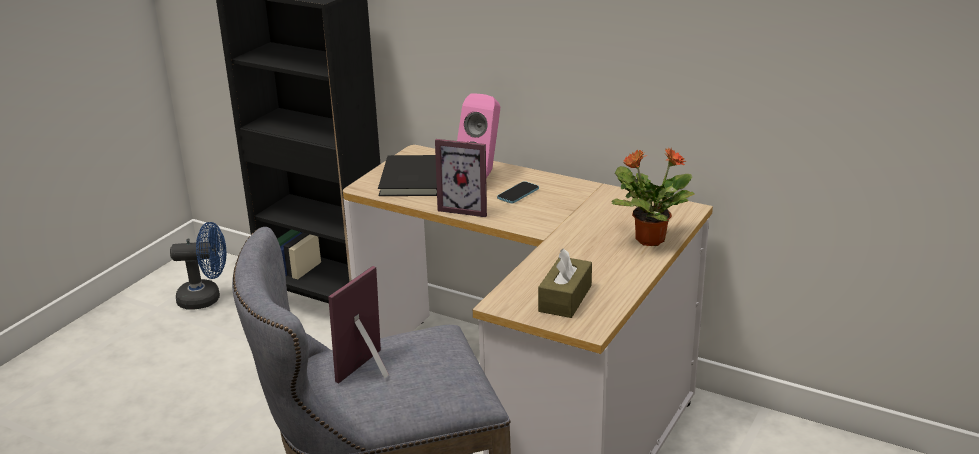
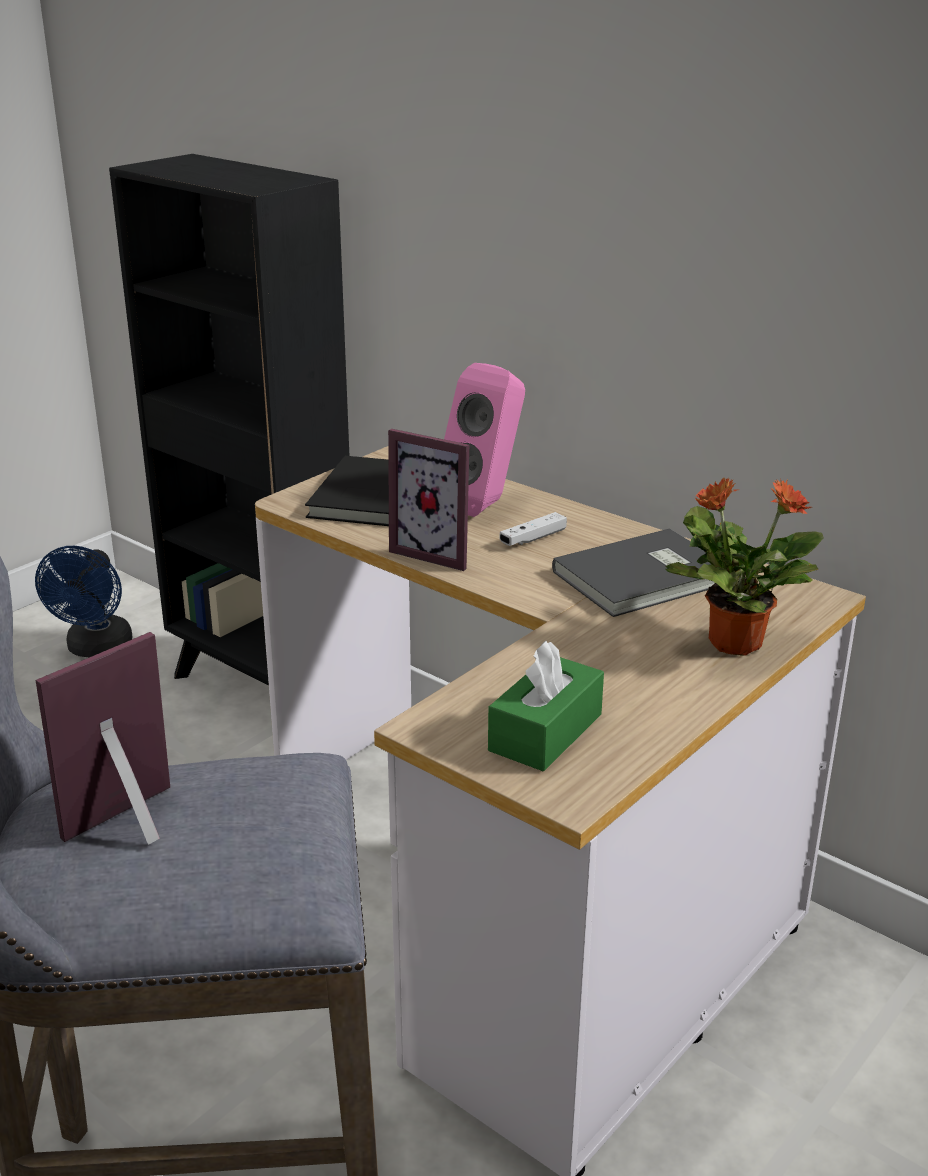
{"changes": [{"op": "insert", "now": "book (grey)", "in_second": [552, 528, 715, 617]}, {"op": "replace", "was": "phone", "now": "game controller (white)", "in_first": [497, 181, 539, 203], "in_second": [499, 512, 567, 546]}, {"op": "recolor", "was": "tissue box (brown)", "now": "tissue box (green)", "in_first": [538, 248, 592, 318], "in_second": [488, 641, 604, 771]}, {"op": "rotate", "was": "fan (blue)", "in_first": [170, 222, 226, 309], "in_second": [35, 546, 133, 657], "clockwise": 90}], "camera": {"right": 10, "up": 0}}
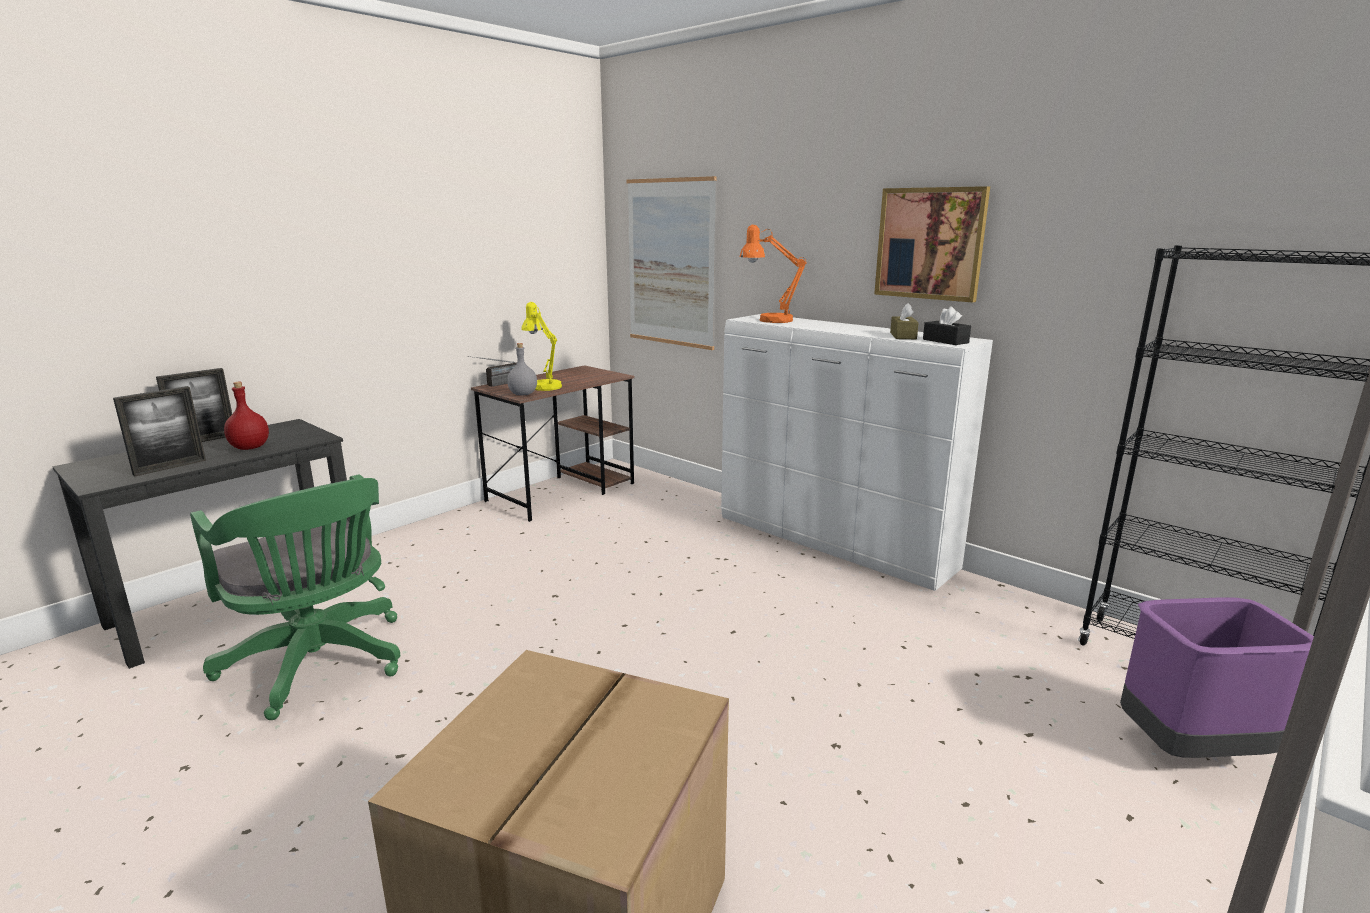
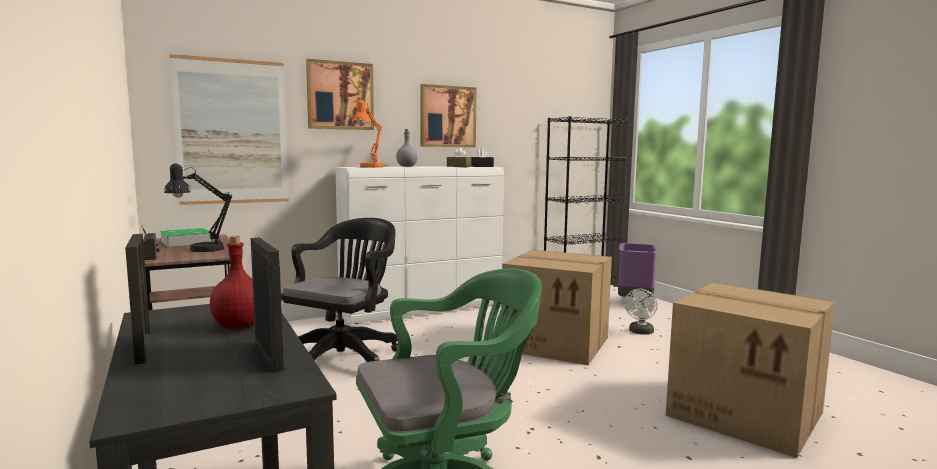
{"changes": [{"op": "insert", "now": "book", "in_second": [160, 228, 213, 247]}, {"op": "insert", "now": "office chair (black)", "in_second": [281, 218, 398, 362]}, {"op": "insert", "now": "picture", "in_second": [306, 59, 374, 130]}, {"op": "insert", "now": "cardboard box", "in_second": [501, 250, 612, 365]}, {"op": "insert", "now": "fan (white)", "in_second": [624, 289, 657, 335]}, {"op": "move", "was": "bottle (grey)", "in_first": [507, 343, 537, 396], "in_second": [396, 129, 418, 167]}, {"op": "recolor", "was": "table lamp (yellow)", "now": "table lamp (black)", "in_first": [521, 302, 562, 391], "in_second": [164, 163, 232, 252]}], "camera": {"right": -70, "up": -10}}
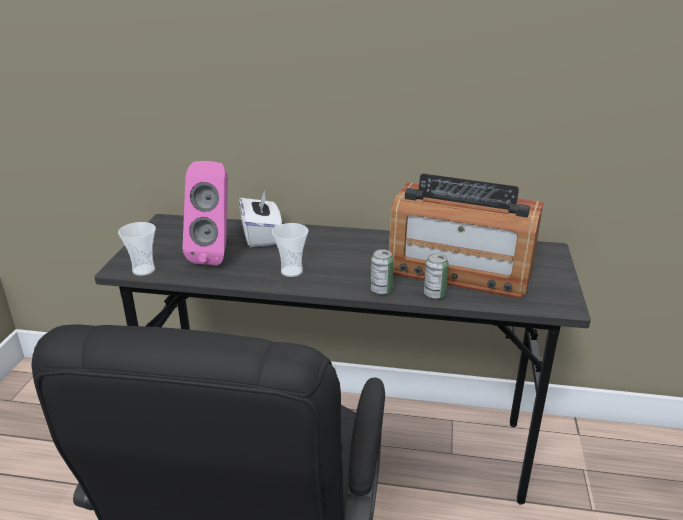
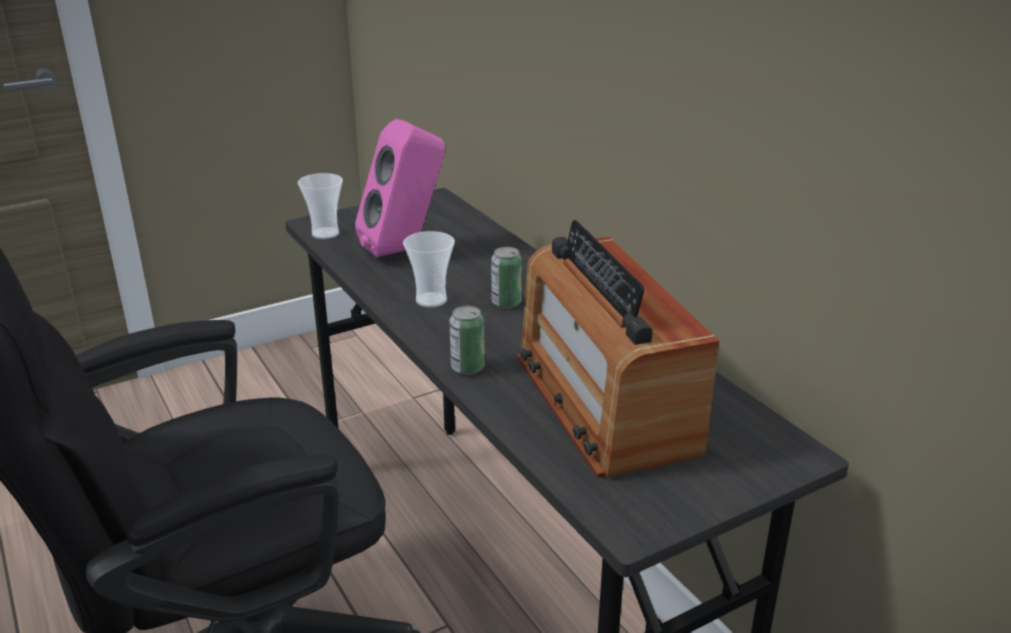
{"changes": [{"op": "delete", "was": "tissue box (white)", "in_first": [239, 189, 282, 247]}, {"op": "move", "was": "can", "in_first": [424, 253, 449, 299], "in_second": [491, 247, 522, 309]}], "camera": {"right": 50, "up": 0}}
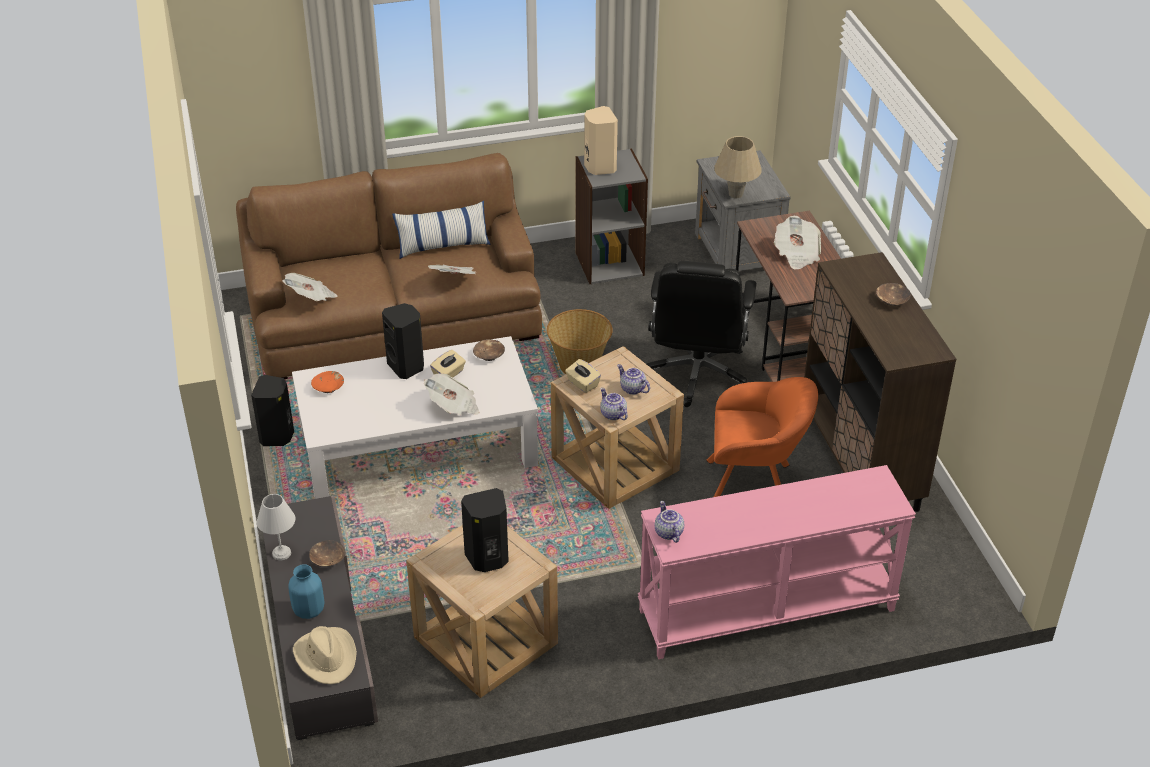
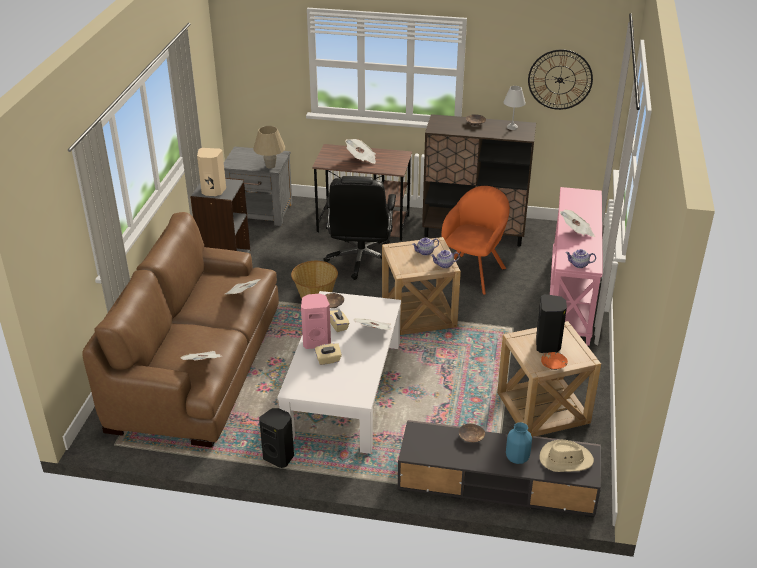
{"changes": [{"op": "delete", "was": "pillow", "in_first": [392, 201, 490, 259]}, {"op": "insert", "now": "wall clock", "in_second": [528, 49, 593, 110]}, {"op": "insert", "now": "newspaper", "in_second": [560, 210, 595, 237]}, {"op": "move", "was": "table lamp (white)", "in_first": [257, 494, 295, 560], "in_second": [503, 86, 526, 130]}, {"op": "move", "was": "bowl (orange)", "in_first": [311, 371, 344, 393], "in_second": [541, 352, 568, 370]}, {"op": "move", "was": "tissue box (beige)", "in_first": [565, 359, 601, 393], "in_second": [314, 343, 342, 365]}, {"op": "recolor", "was": "speaker (black)", "now": "speaker (pink)", "in_first": [382, 303, 424, 379], "in_second": [301, 294, 331, 349]}, {"op": "rotate", "was": "office chair (black)", "in_first": [647, 261, 757, 407], "in_second": [323, 176, 396, 280], "clockwise": 60}], "camera": {"right": -65, "up": -5}}
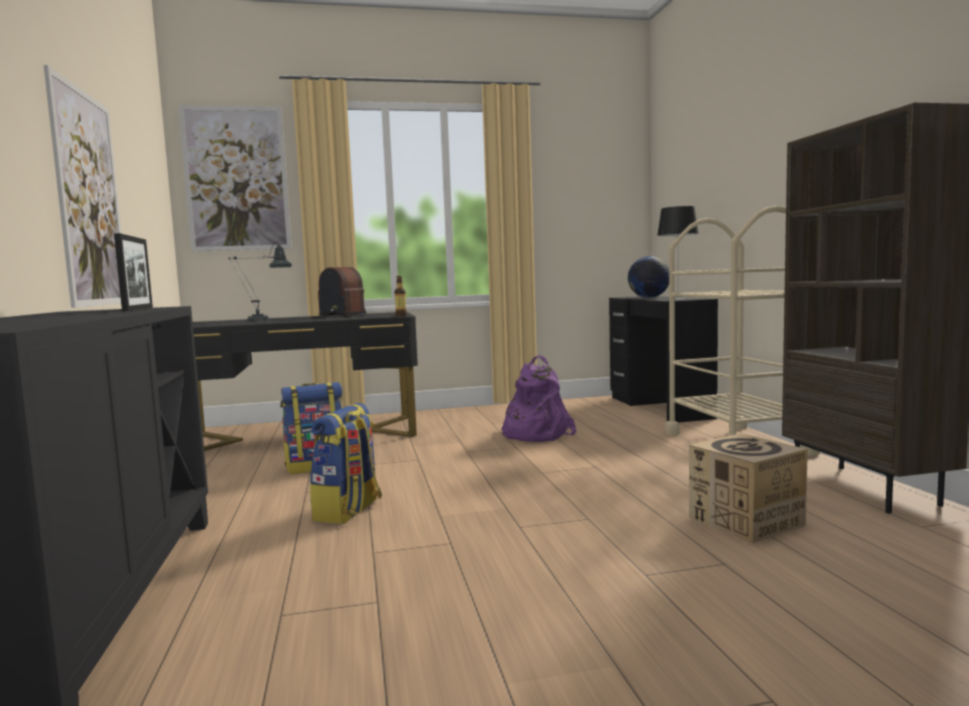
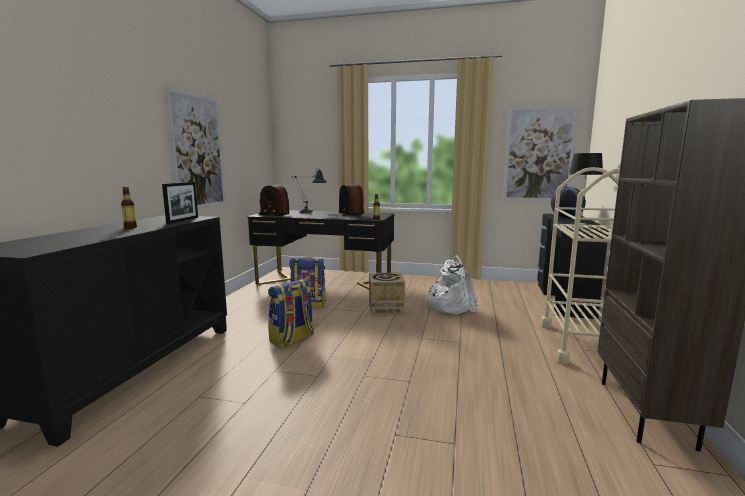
{"changes": [{"op": "insert", "now": "bottle", "in_second": [121, 187, 137, 229]}, {"op": "insert", "now": "radio", "in_second": [259, 185, 290, 216]}, {"op": "move", "was": "picture", "in_first": [178, 105, 292, 251], "in_second": [503, 105, 578, 201]}, {"op": "move", "was": "cardboard box", "in_first": [689, 433, 808, 543], "in_second": [369, 272, 405, 315]}, {"op": "recolor", "was": "backpack (purple)", "now": "backpack (white)", "in_first": [501, 355, 577, 442], "in_second": [425, 256, 478, 314]}], "camera": {"right": 25, "up": 5}}
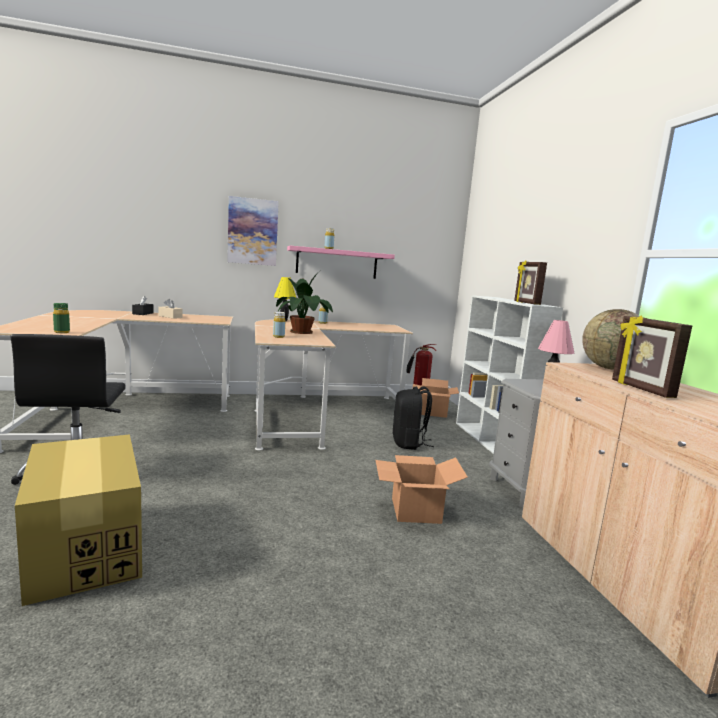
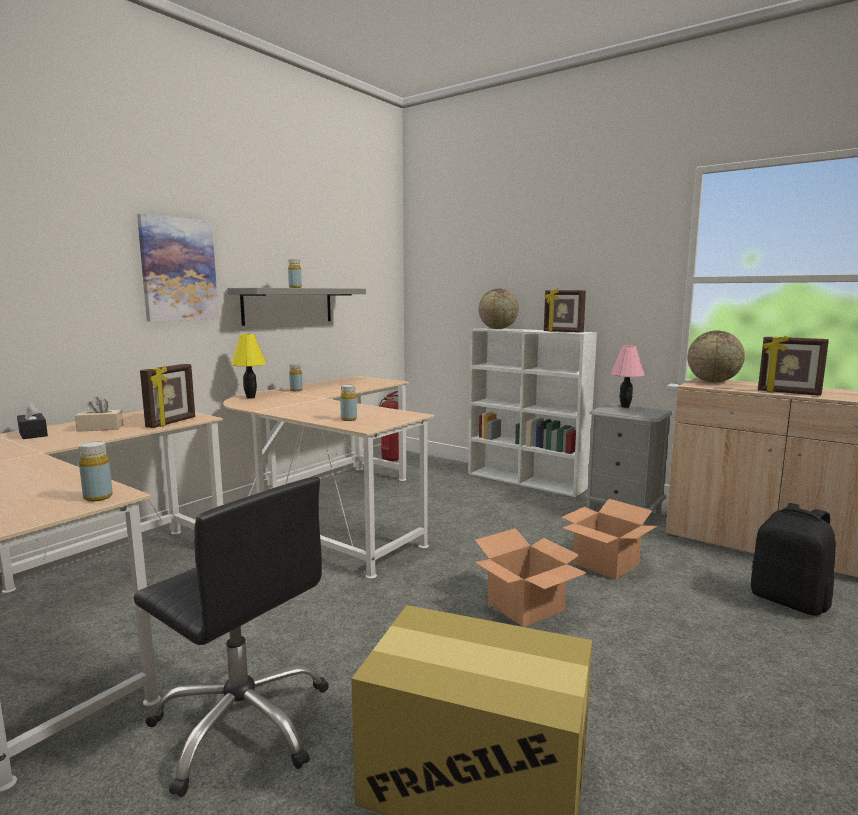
{"changes": [{"op": "delete", "was": "potted plant", "in_first": [276, 270, 333, 334]}, {"op": "insert", "now": "picture frame", "in_second": [140, 364, 195, 428]}, {"op": "insert", "now": "globe", "in_second": [478, 289, 519, 329]}, {"op": "move", "was": "backpack (black)", "in_first": [393, 387, 434, 450], "in_second": [751, 503, 836, 616]}, {"op": "move", "was": "cardboard box", "in_first": [413, 378, 459, 418], "in_second": [474, 528, 587, 627]}, {"op": "recolor", "was": "bottle (green)", "now": "bottle (yellow)", "in_first": [53, 303, 70, 333], "in_second": [79, 441, 113, 502]}, {"op": "recolor", "was": "shelf (pink)", "now": "shelf (grey)", "in_first": [287, 246, 395, 279], "in_second": [227, 288, 366, 326]}], "camera": {"right": -40, "up": 0}}
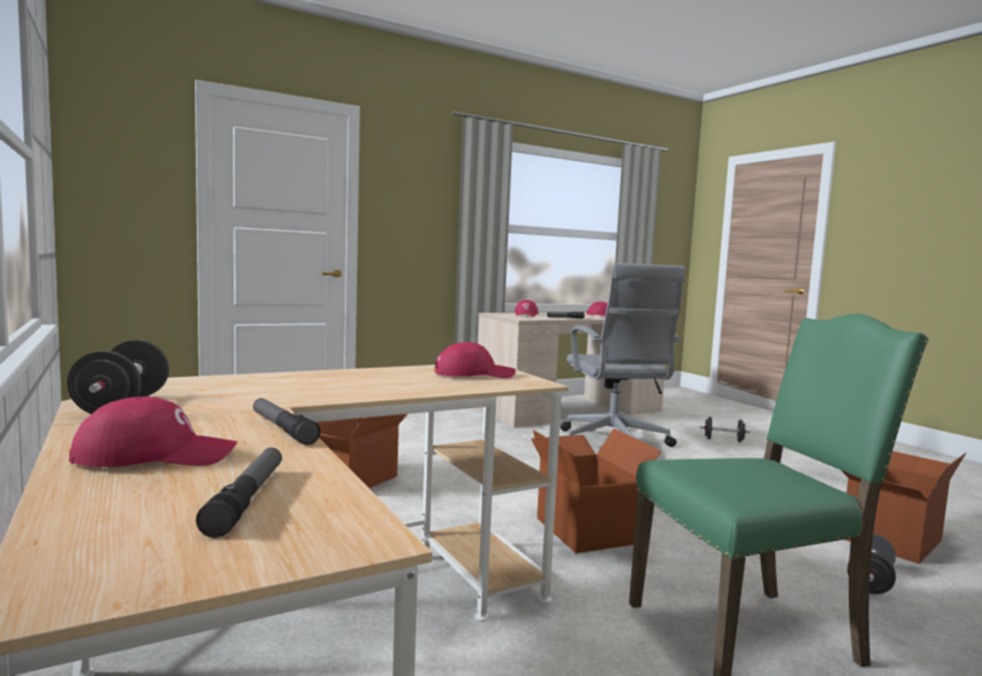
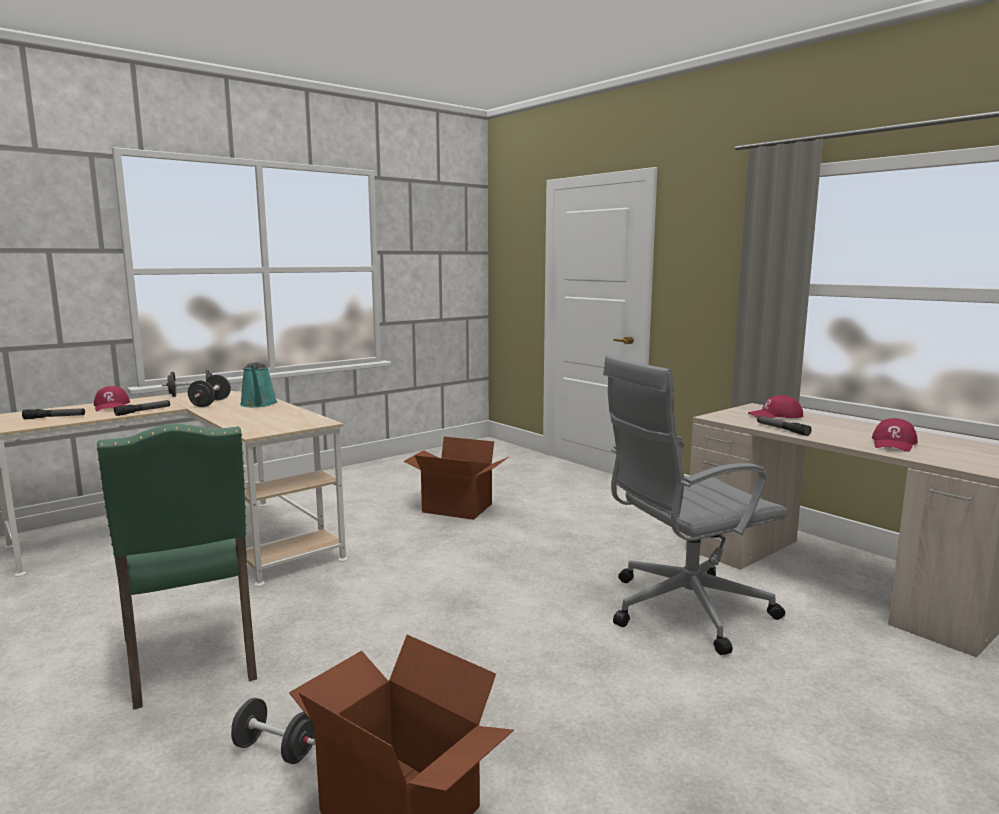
{"changes": [{"op": "delete", "was": "cap (red)", "in_first": [434, 342, 516, 378]}, {"op": "delete", "was": "cardboard box", "in_first": [531, 428, 661, 553]}, {"op": "insert", "now": "watering can (turquoise)", "in_second": [240, 362, 278, 407]}, {"op": "move", "was": "dumbbell (black)", "in_first": [700, 417, 750, 442], "in_second": [188, 375, 231, 407]}], "camera": {"right": 80, "up": 5}}
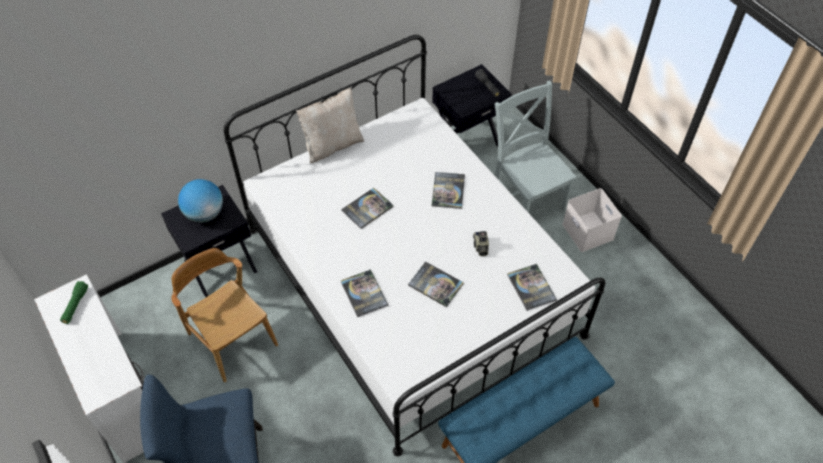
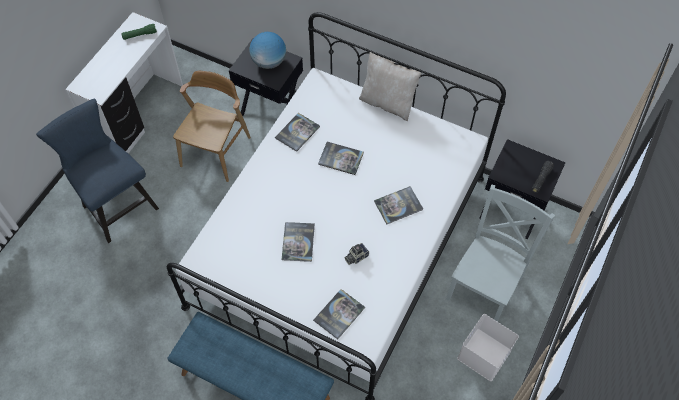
{"changes": [{"op": "move", "was": "book", "in_first": [341, 269, 388, 317], "in_second": [275, 113, 320, 152]}], "camera": {"right": 60, "up": 5}}
